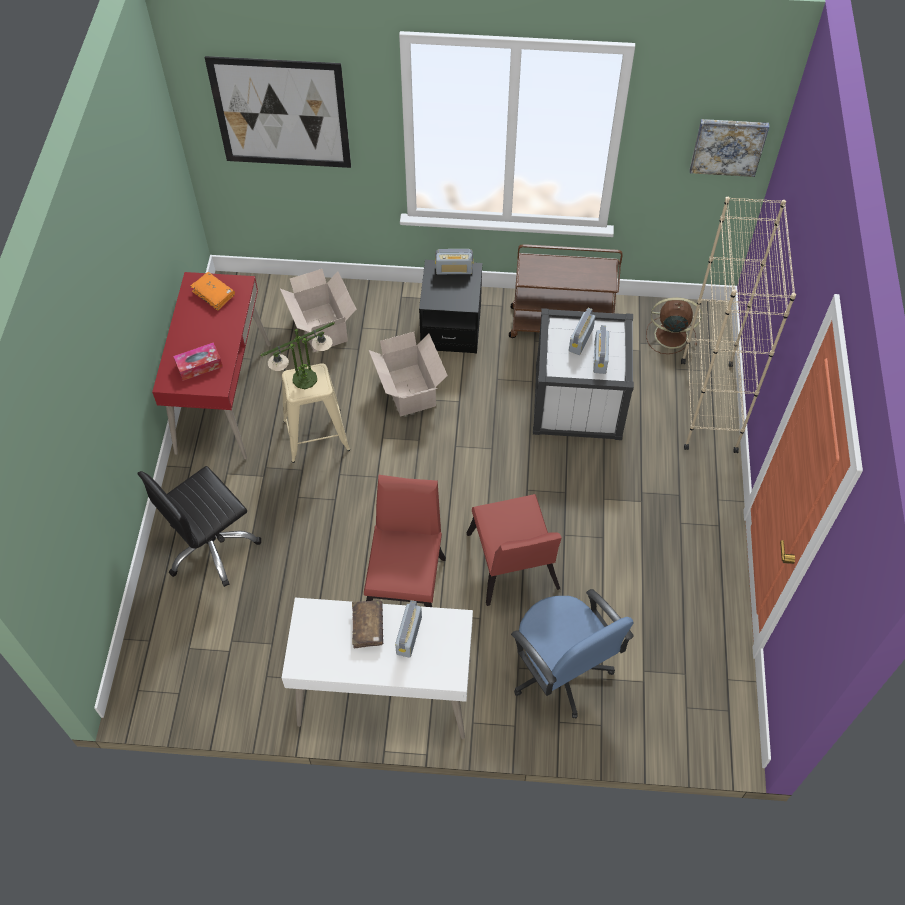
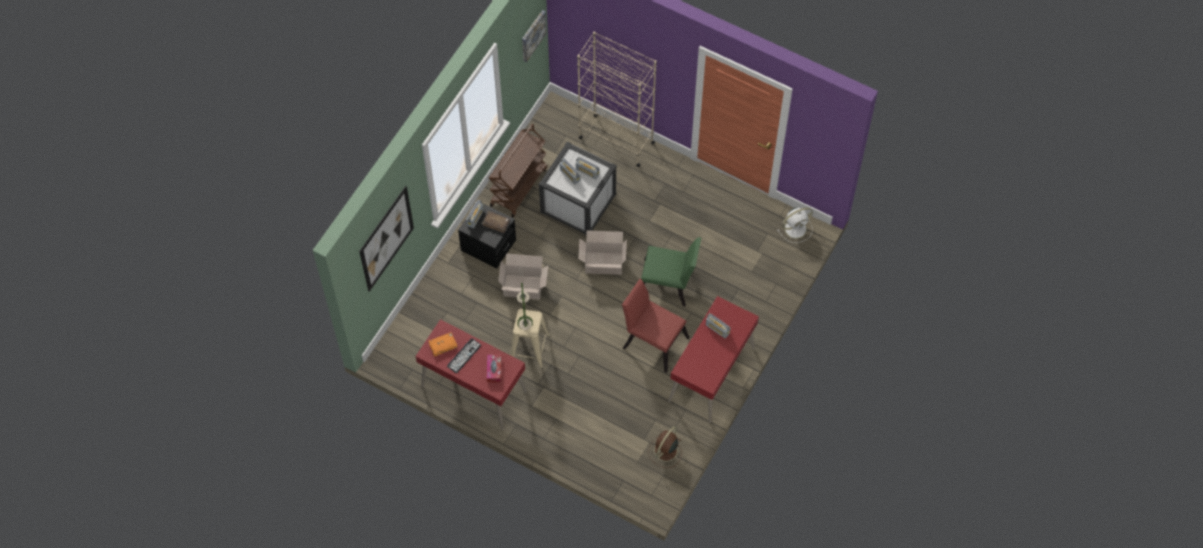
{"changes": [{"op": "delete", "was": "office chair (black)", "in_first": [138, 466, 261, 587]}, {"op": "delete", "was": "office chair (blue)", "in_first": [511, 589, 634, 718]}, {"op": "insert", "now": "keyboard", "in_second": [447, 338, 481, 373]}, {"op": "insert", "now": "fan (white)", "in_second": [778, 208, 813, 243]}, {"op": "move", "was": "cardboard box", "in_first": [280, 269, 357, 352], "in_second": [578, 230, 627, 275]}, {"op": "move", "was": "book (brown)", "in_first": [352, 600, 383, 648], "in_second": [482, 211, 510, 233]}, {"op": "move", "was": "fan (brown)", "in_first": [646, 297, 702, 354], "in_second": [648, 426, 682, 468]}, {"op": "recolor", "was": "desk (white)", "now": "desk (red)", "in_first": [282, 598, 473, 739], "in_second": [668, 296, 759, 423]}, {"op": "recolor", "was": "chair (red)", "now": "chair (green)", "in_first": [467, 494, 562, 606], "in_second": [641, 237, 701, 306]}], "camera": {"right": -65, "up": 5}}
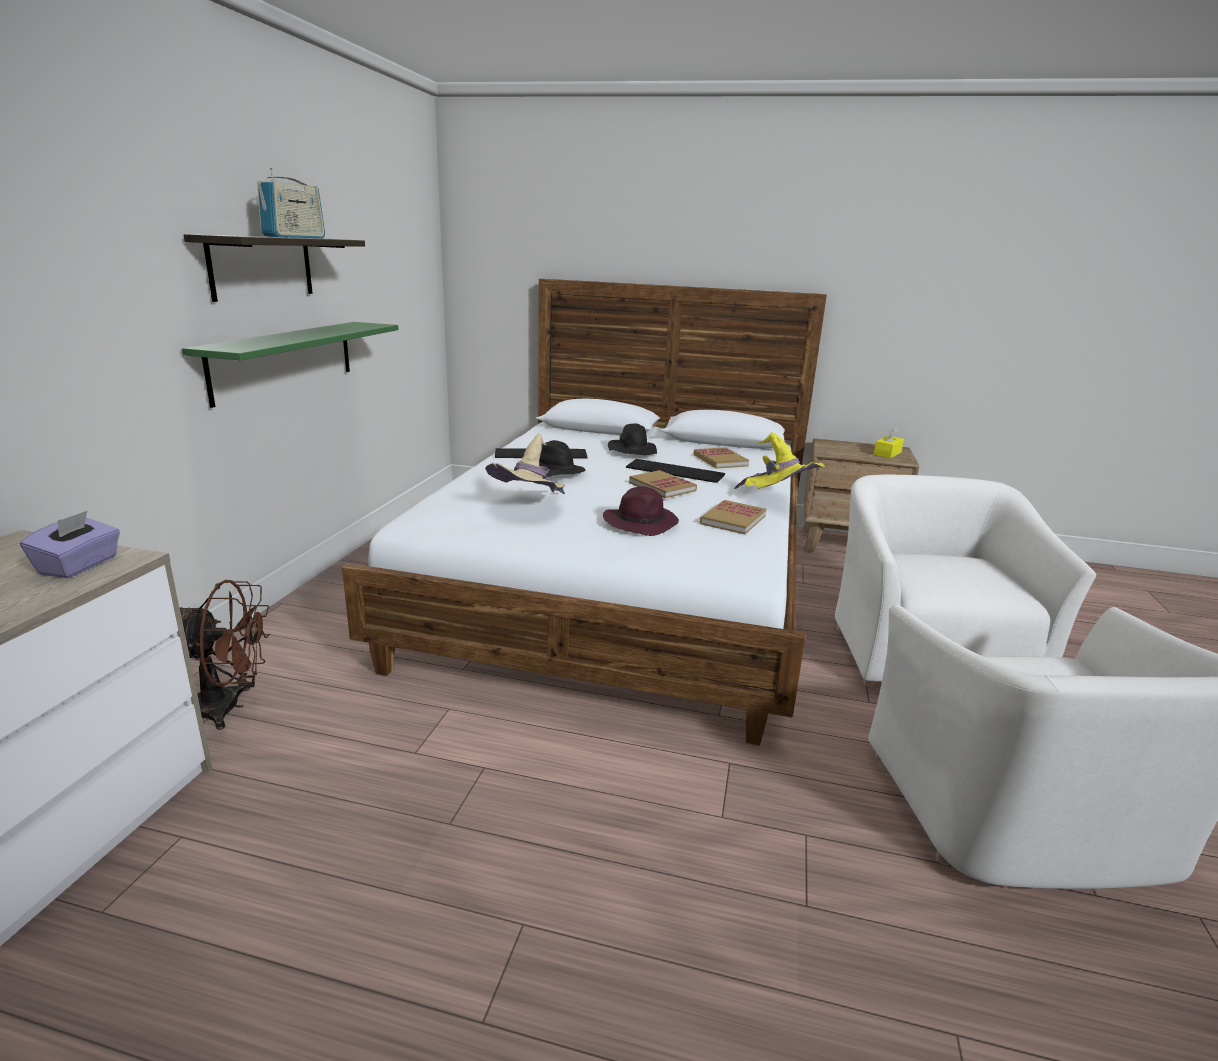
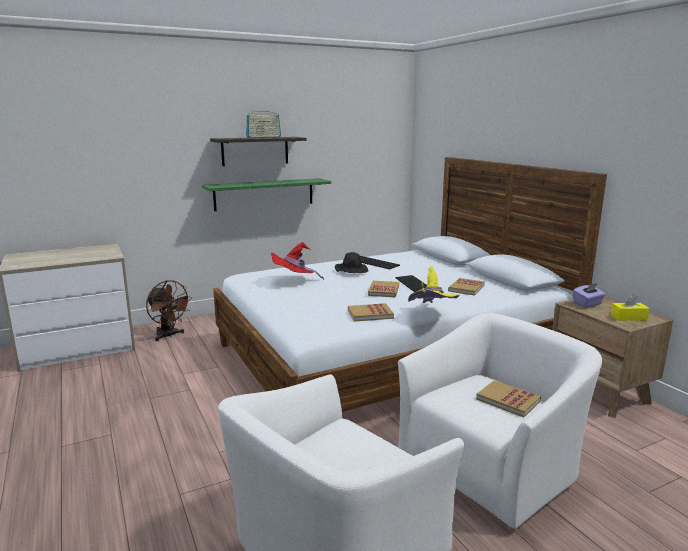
{"changes": [{"op": "delete", "was": "hat (purple)", "in_first": [603, 486, 679, 536]}, {"op": "delete", "was": "hat (black)", "in_first": [608, 424, 657, 455]}, {"op": "insert", "now": "book", "in_second": [476, 380, 541, 417]}, {"op": "move", "was": "tissue box (purple)", "in_first": [20, 511, 120, 578], "in_second": [573, 283, 606, 308]}, {"op": "recolor", "was": "hat (beige)", "now": "hat (red)", "in_first": [485, 433, 565, 494], "in_second": [271, 242, 324, 280]}], "camera": {"right": 50, "up": -5}}
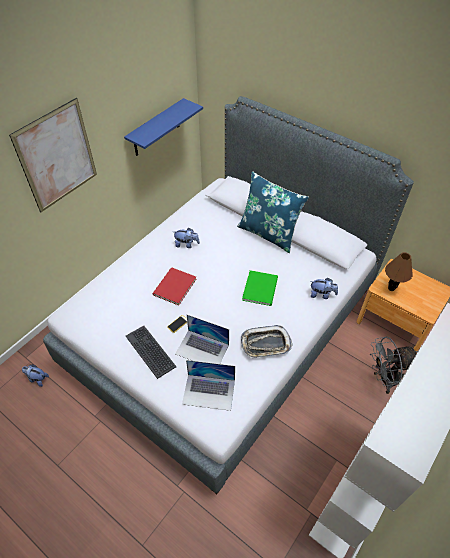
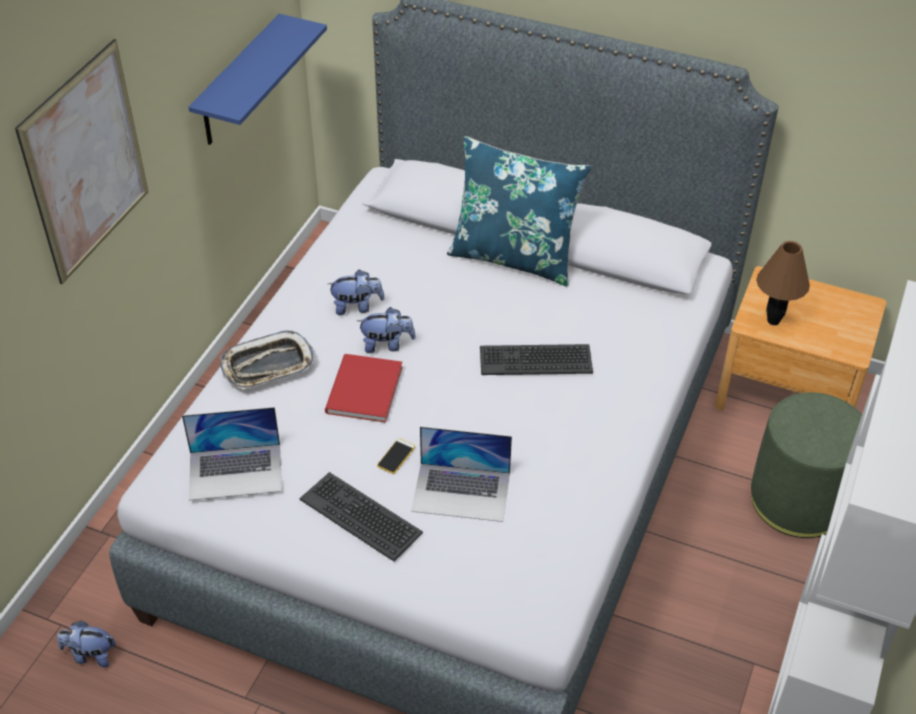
{"changes": [{"op": "move", "was": "laptop", "in_first": [182, 360, 235, 411], "in_second": [182, 407, 282, 501]}, {"op": "move", "was": "tray", "in_first": [241, 325, 293, 358], "in_second": [220, 330, 316, 389]}, {"op": "move", "was": "plush toy", "in_first": [310, 278, 338, 299], "in_second": [357, 307, 416, 353]}, {"op": "replace", "was": "book (green)", "now": "keyboard", "in_first": [242, 270, 278, 306], "in_second": [480, 344, 593, 375]}, {"op": "replace", "was": "fan (grey)", "now": "ottoman (green)", "in_first": [370, 336, 418, 394], "in_second": [751, 392, 862, 538]}], "camera": {"right": -15, "up": -5}}
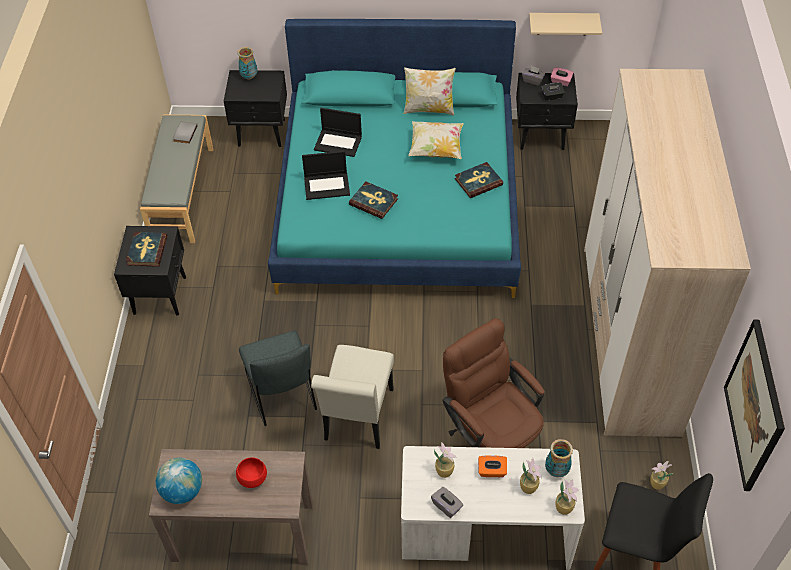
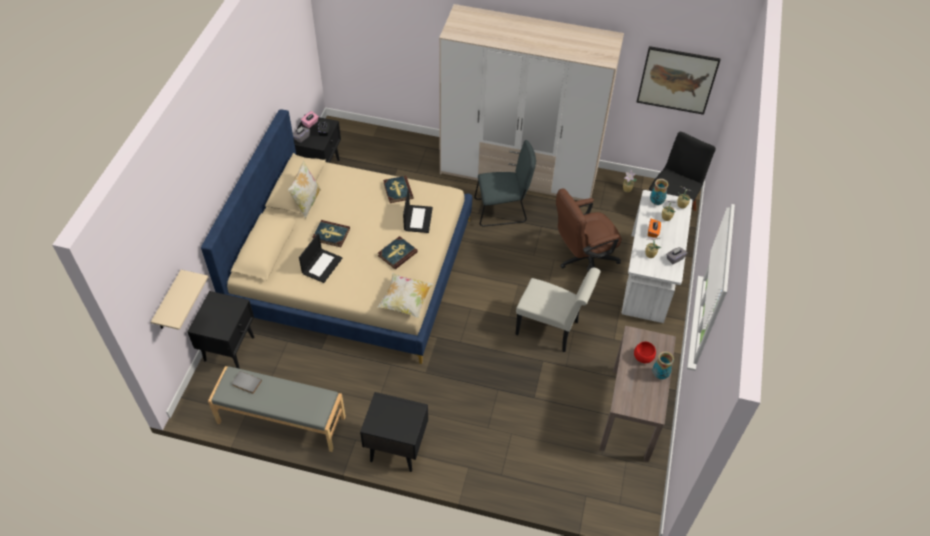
{"changes": [{"op": "delete", "was": "globe", "in_first": [156, 458, 202, 504]}, {"op": "move", "was": "book", "in_first": [126, 232, 167, 267], "in_second": [312, 220, 350, 247]}, {"op": "move", "was": "vase", "in_first": [237, 47, 257, 80], "in_second": [652, 352, 674, 380]}, {"op": "move", "was": "chair (grey)", "in_first": [239, 331, 317, 426], "in_second": [474, 140, 536, 227]}, {"op": "move", "was": "laptop", "in_first": [302, 151, 350, 200], "in_second": [403, 189, 433, 233]}, {"op": "move", "was": "pillow", "in_first": [408, 121, 464, 159], "in_second": [378, 273, 434, 319]}, {"op": "move", "was": "shelf (beige)", "in_first": [529, 13, 602, 35], "in_second": [151, 270, 208, 330]}, {"op": "recolor", "was": "bed (turquoise)", "now": "bed (beige)", "in_first": [268, 19, 521, 298], "in_second": [201, 109, 472, 364]}], "camera": {"right": -80, "up": 0}}
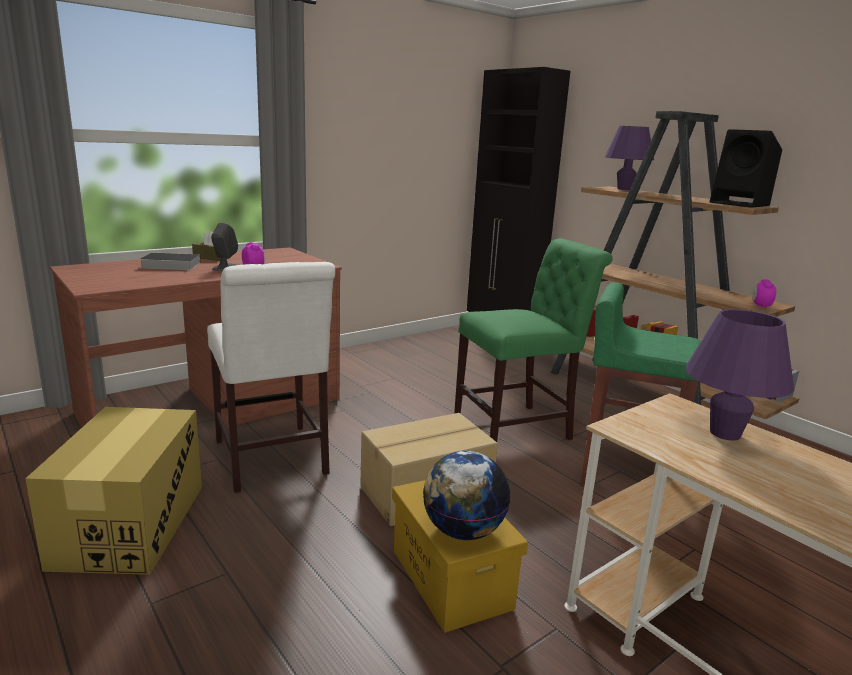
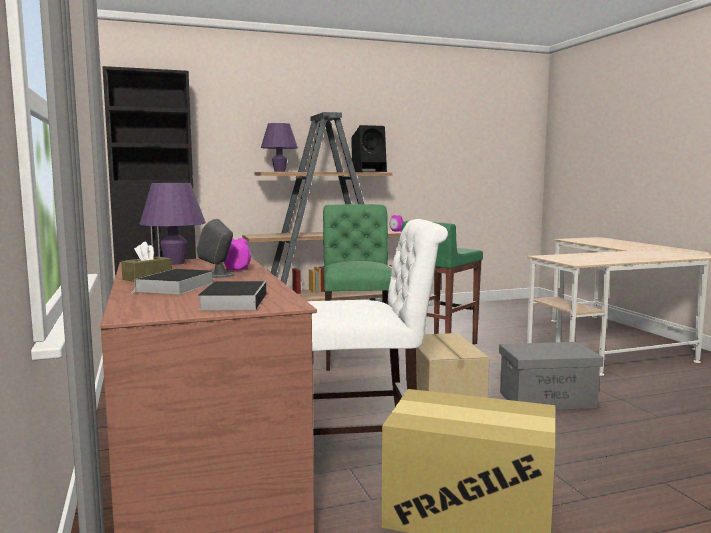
{"changes": [{"op": "delete", "was": "globe", "in_first": [423, 451, 510, 540]}, {"op": "insert", "now": "book", "in_second": [197, 281, 266, 310]}, {"op": "move", "was": "table lamp (purple)", "in_first": [685, 309, 794, 441], "in_second": [140, 183, 206, 265]}, {"op": "recolor", "was": "storage box (yellow)", "now": "storage box (grey)", "in_first": [392, 480, 528, 633], "in_second": [499, 342, 604, 410]}], "camera": {"right": -70, "up": -10}}
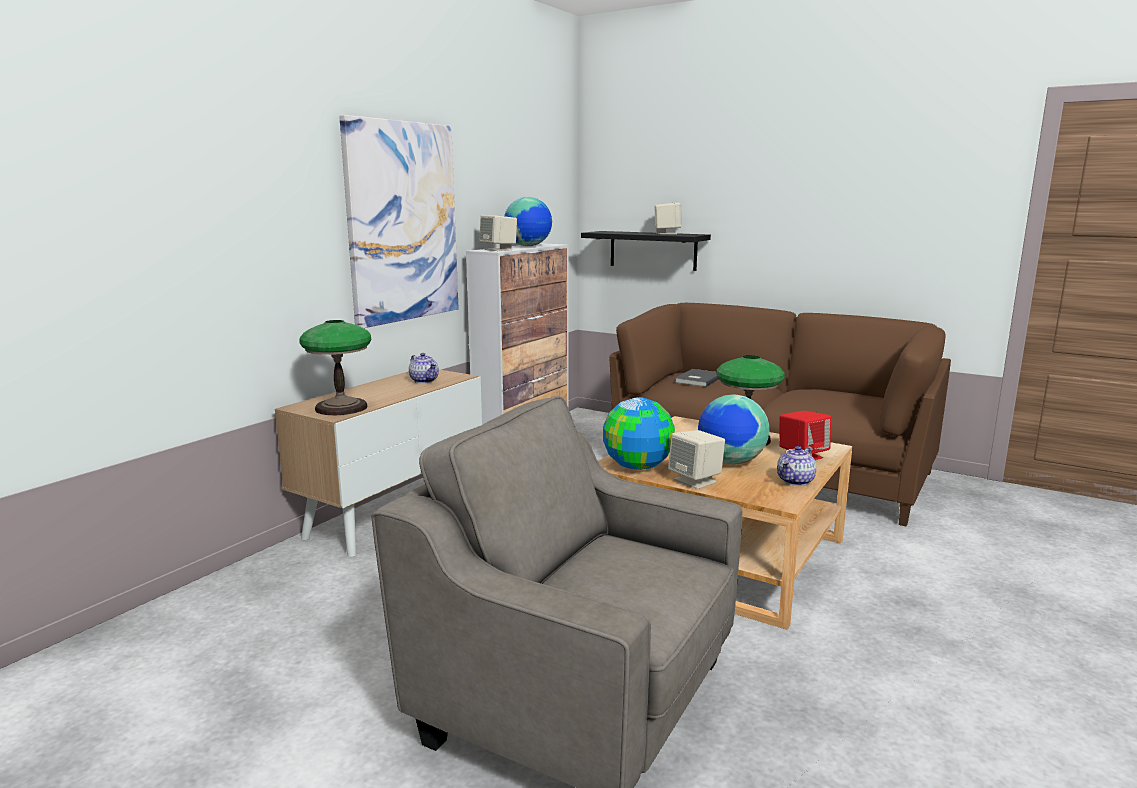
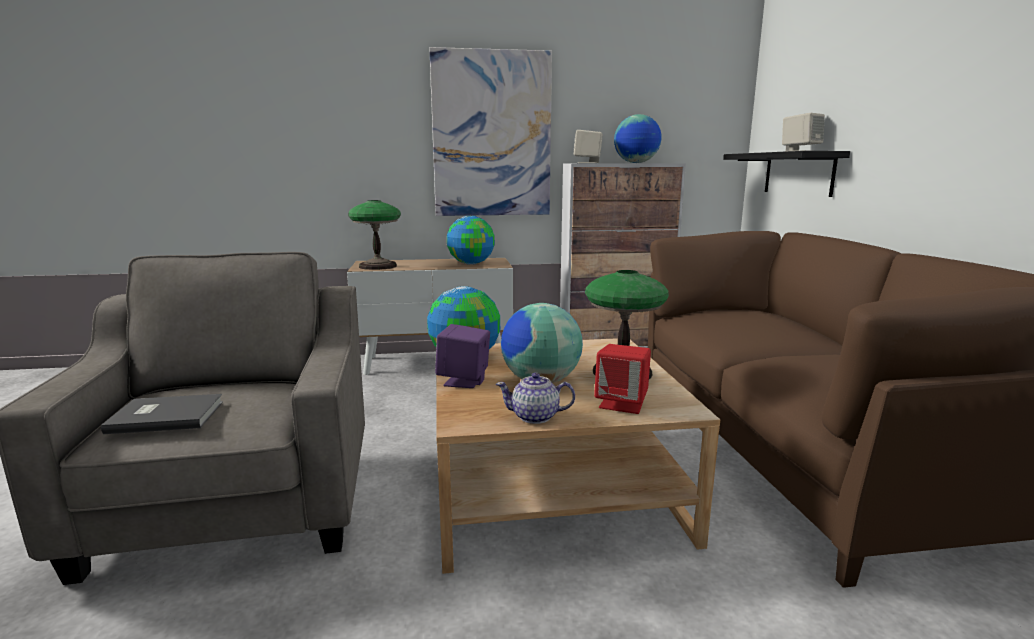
{"changes": [{"op": "move", "was": "book (grey)", "in_first": [674, 369, 719, 387], "in_second": [101, 394, 223, 434]}, {"op": "replace", "was": "teapot", "now": "globe", "in_first": [409, 353, 439, 383], "in_second": [447, 216, 495, 265]}, {"op": "recolor", "was": "speaker (beige)", "now": "speaker (purple)", "in_first": [668, 430, 725, 489], "in_second": [435, 324, 490, 388]}], "camera": {"right": 50, "up": 0}}
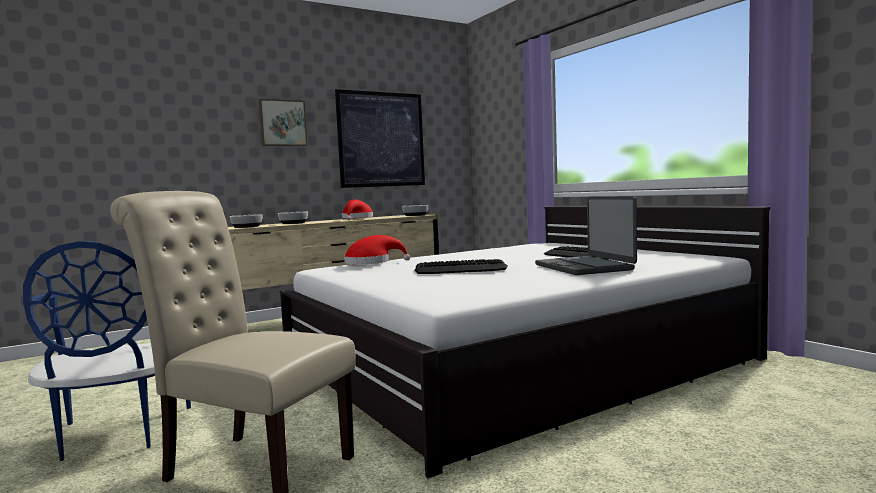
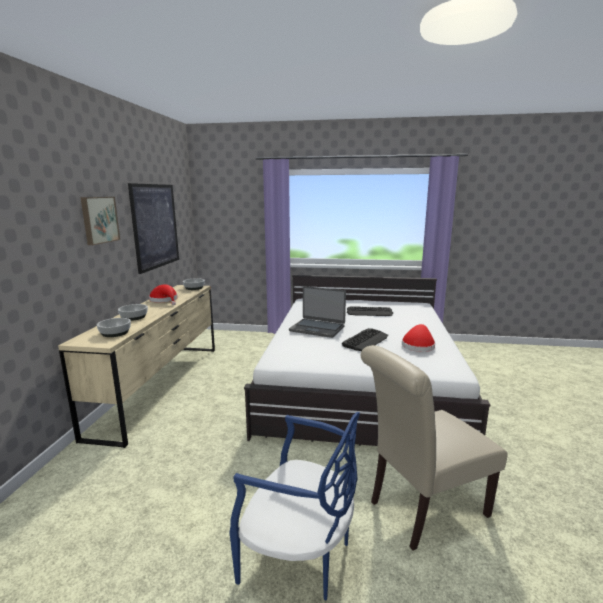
{"changes": [{"op": "move", "was": "hat (red)", "in_first": [344, 235, 410, 264], "in_second": [402, 324, 435, 352]}, {"op": "move", "was": "laptop", "in_first": [535, 196, 637, 275], "in_second": [289, 286, 346, 338]}], "camera": {"right": -50, "up": 10}}
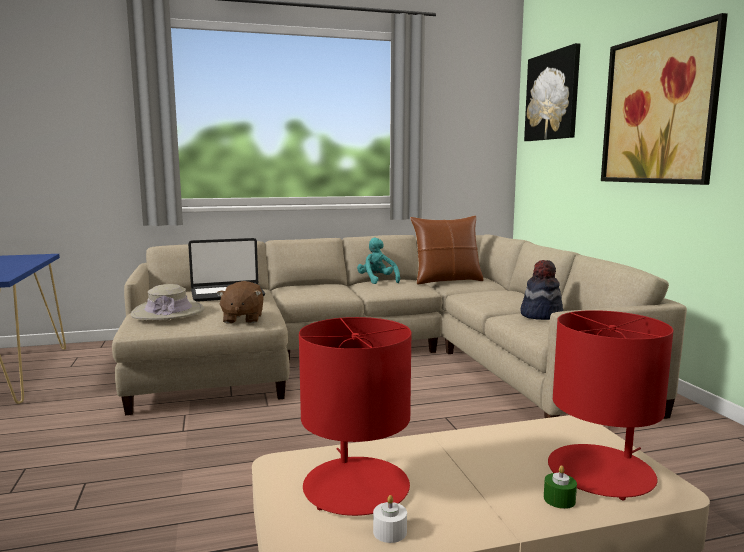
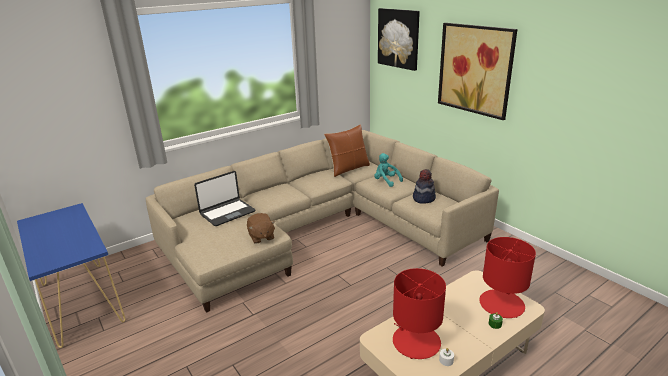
{"changes": [{"op": "delete", "was": "hat (beige)", "in_first": [131, 284, 204, 320]}, {"op": "move", "was": "plush toy (turquoise)", "in_first": [357, 238, 400, 284], "in_second": [374, 153, 403, 187]}], "camera": {"right": -20, "up": 15}}
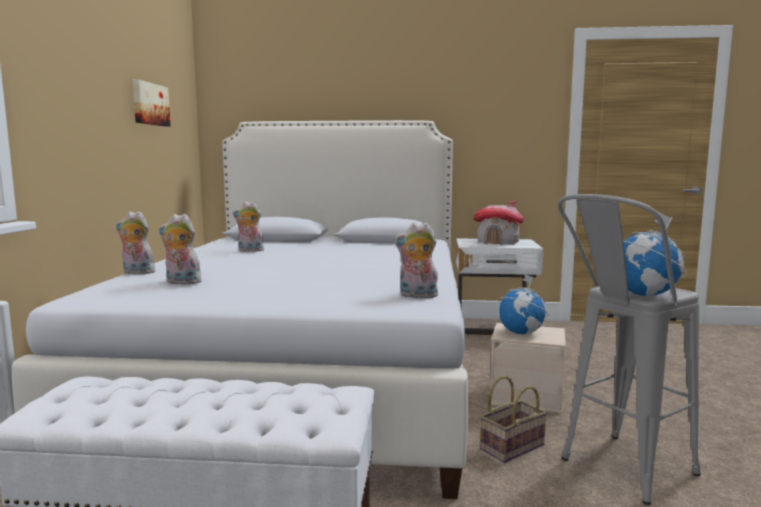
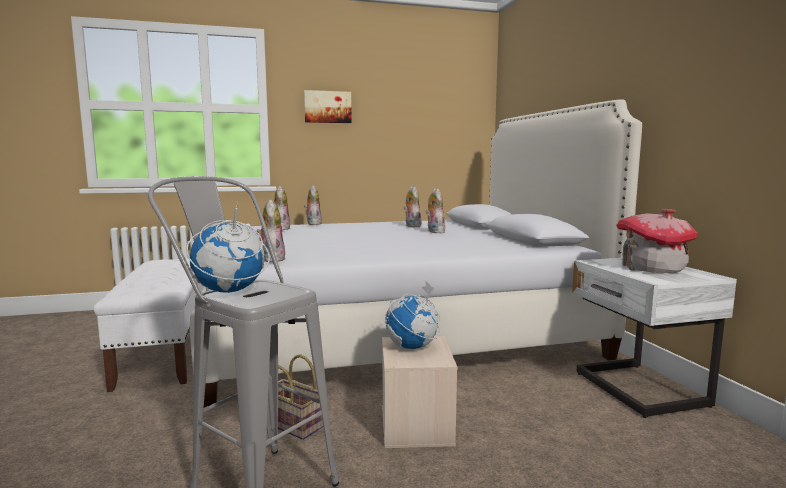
{"changes": [{"op": "insert", "now": "plush toy", "in_second": [426, 189, 445, 233]}, {"op": "move", "was": "picture", "in_first": [133, 79, 170, 126], "in_second": [304, 90, 352, 123]}], "camera": {"right": 70, "up": 0}}
